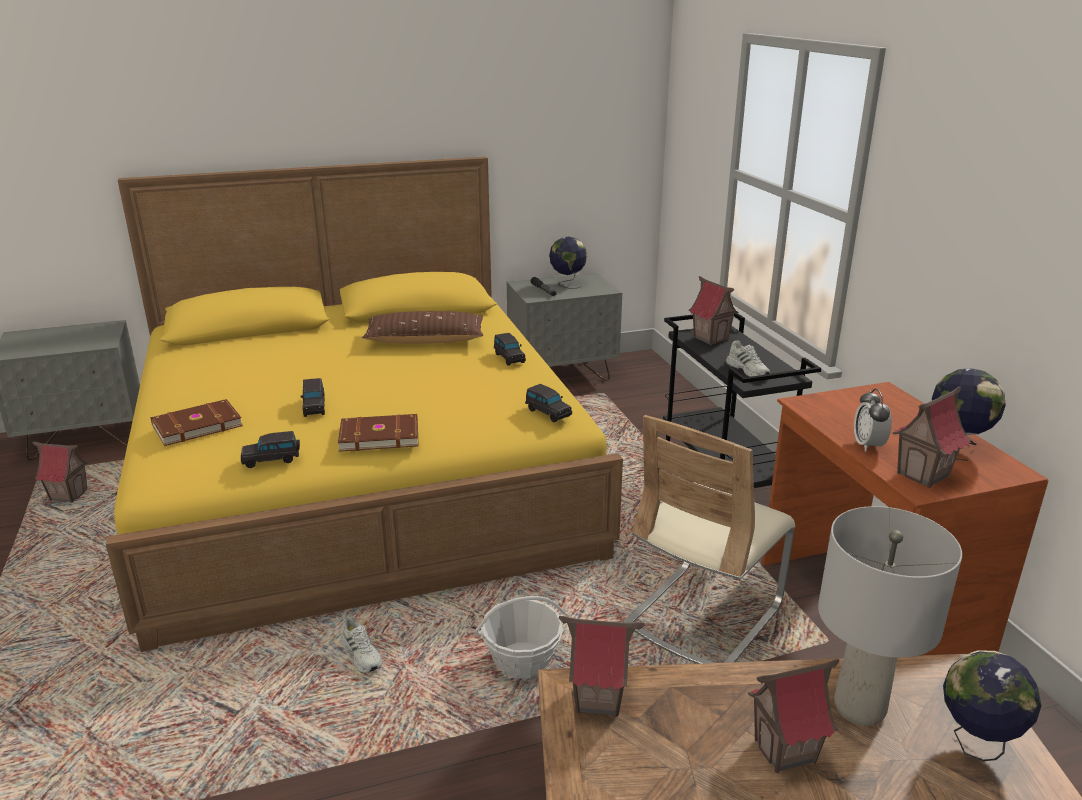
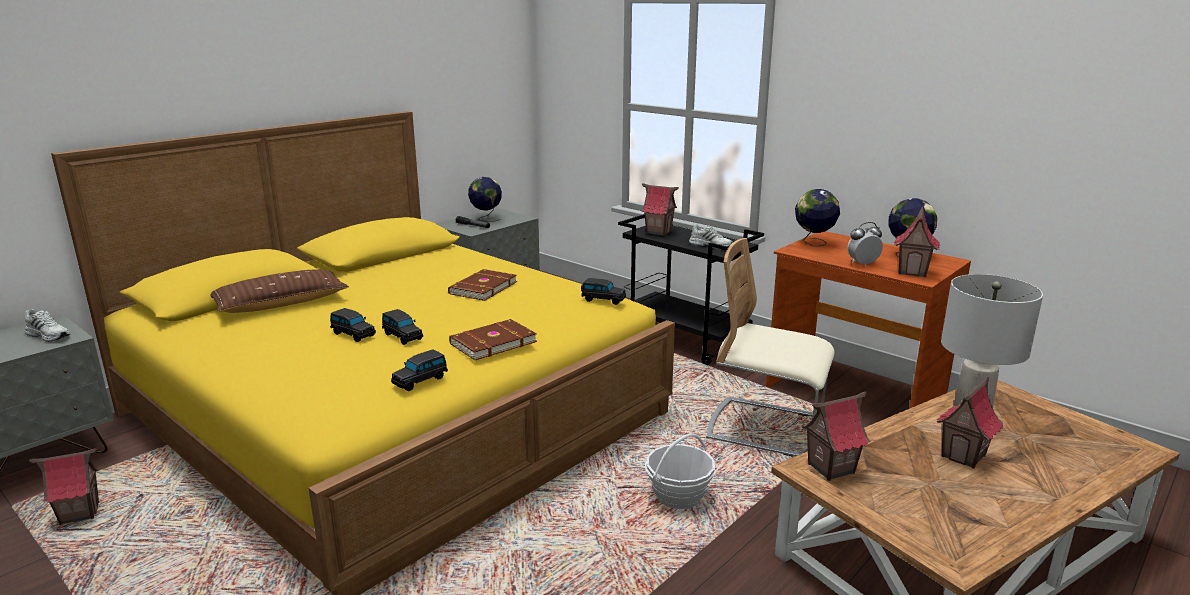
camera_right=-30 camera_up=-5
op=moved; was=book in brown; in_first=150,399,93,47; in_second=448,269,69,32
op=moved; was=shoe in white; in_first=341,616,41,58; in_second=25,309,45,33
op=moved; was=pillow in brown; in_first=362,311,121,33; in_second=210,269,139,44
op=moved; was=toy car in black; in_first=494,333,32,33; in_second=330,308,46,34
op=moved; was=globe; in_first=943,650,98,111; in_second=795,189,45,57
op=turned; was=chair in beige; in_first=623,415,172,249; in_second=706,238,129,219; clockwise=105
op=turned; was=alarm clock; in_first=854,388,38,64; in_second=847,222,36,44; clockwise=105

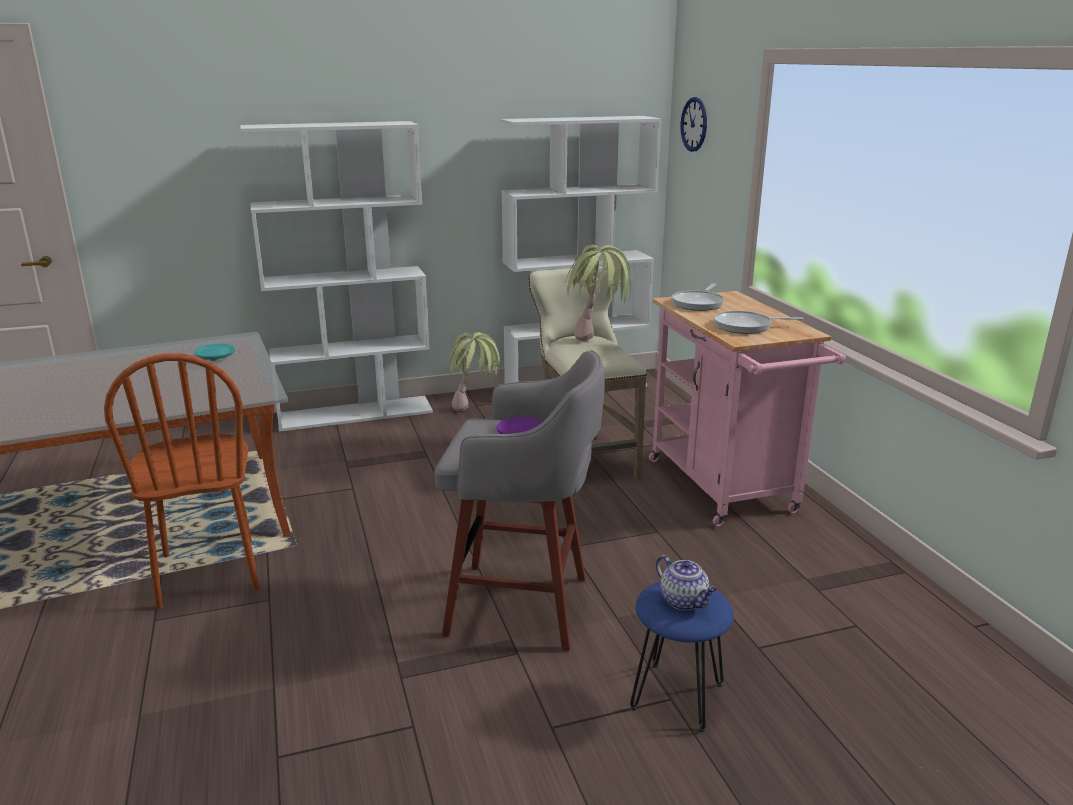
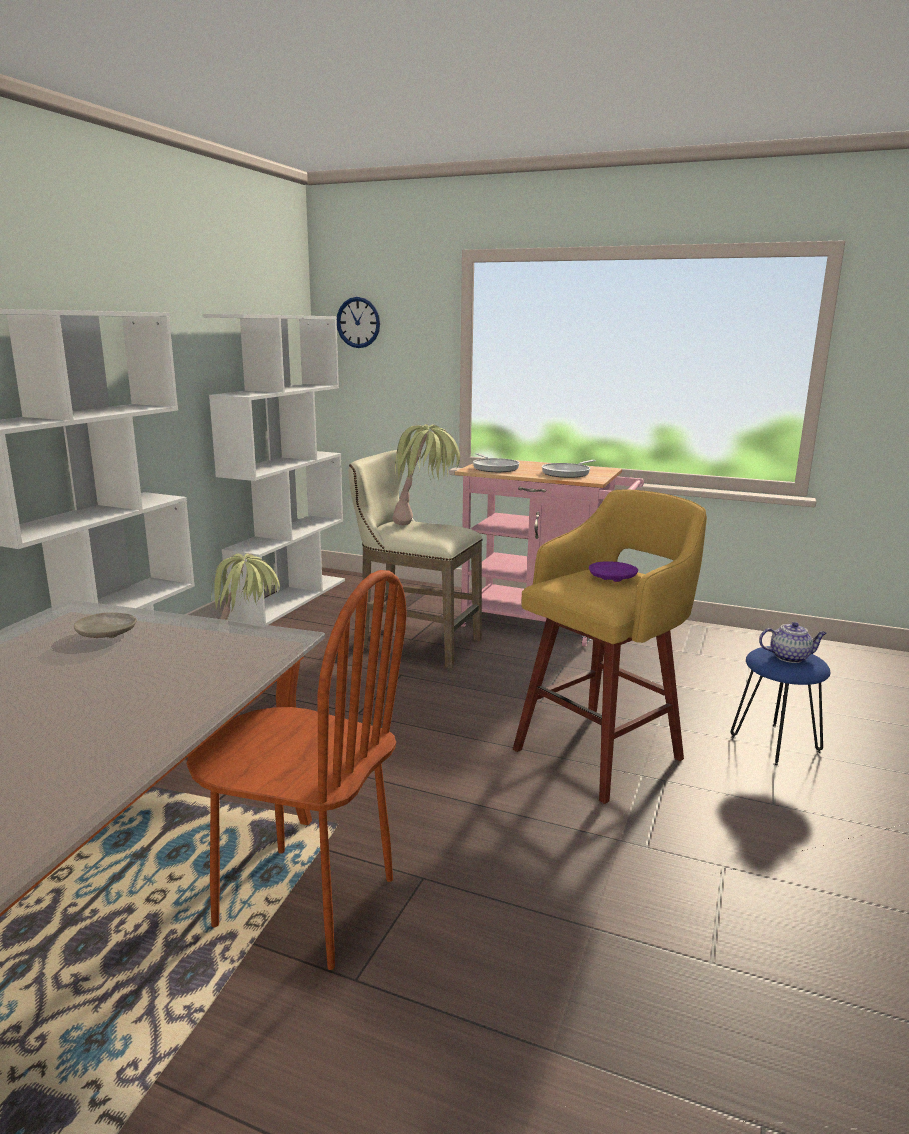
camera_right=-50 camera_up=-5
op=recoloured; was=plate in turquoise; now=plate in beige; in_first=194,344,41,17; in_second=74,612,63,26
op=recoloured; was=stool in grey; now=stool in yellow; in_first=434,350,171,301; in_second=513,490,194,314

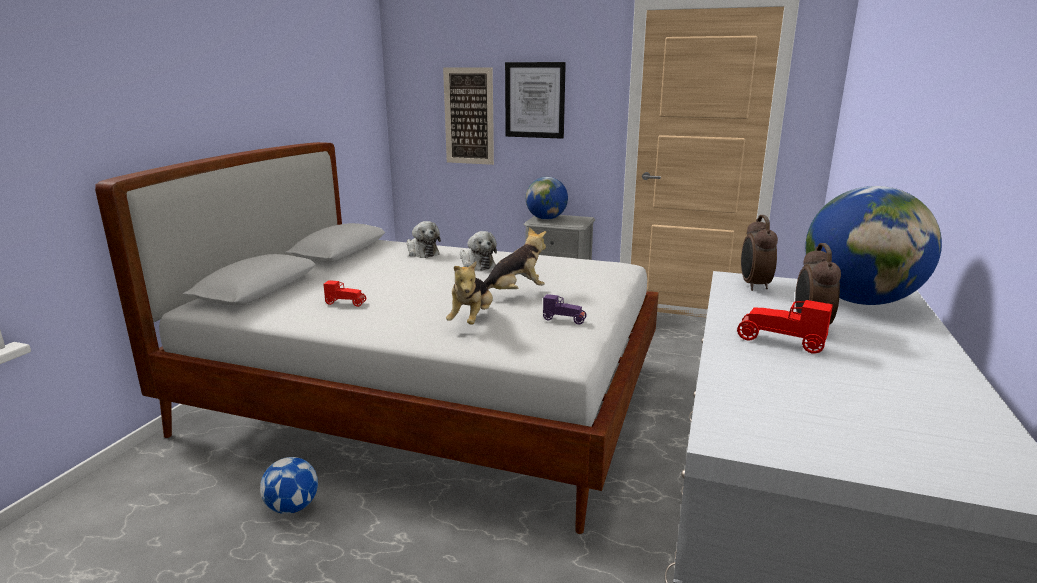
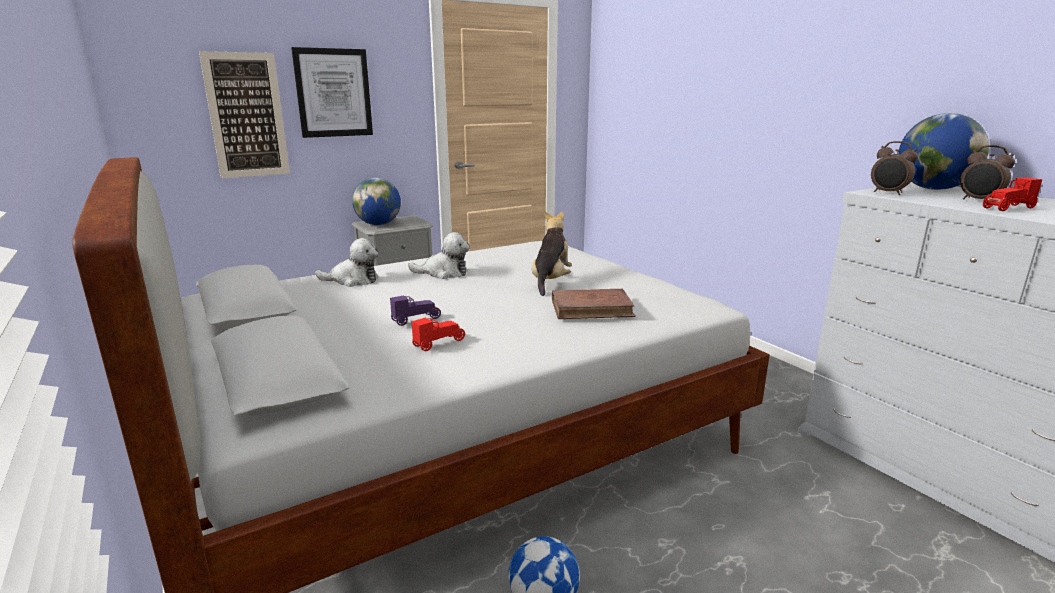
camera_right=-50 camera_up=0
op=moved; was=toy car in purple; in_first=543,294,44,31; in_second=390,295,51,31
op=replaced; was=plush toy; now=book in brown; in_first=446,261,47,64; in_second=552,289,84,30

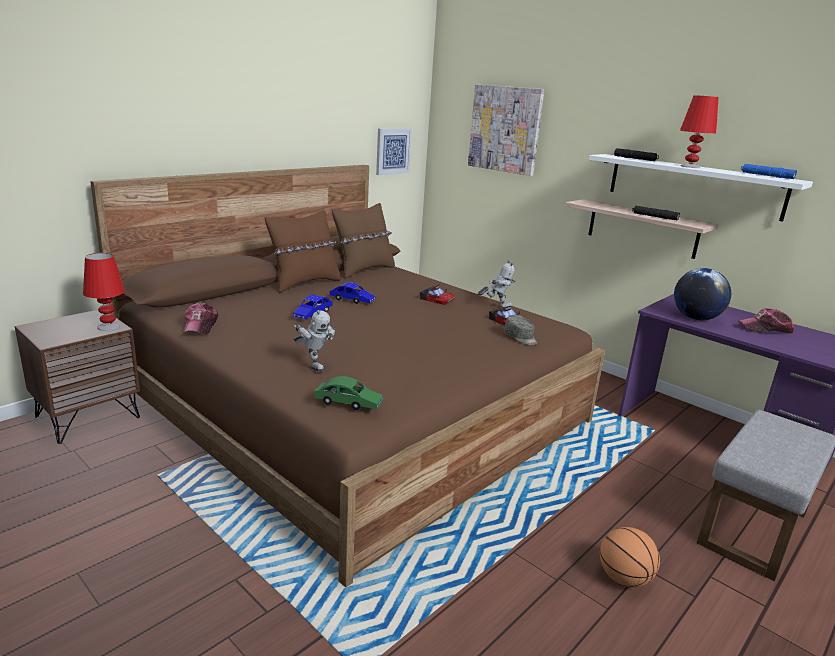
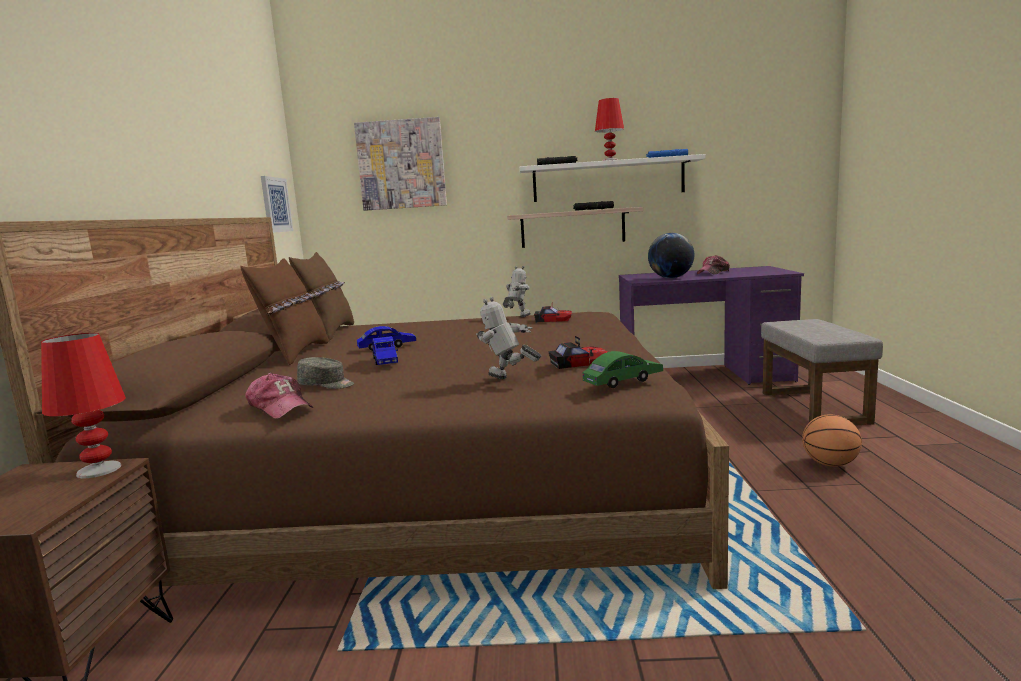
camera_right=-40 camera_up=-10
op=moved; was=toy car; in_first=420,284,36,21; in_second=548,336,60,33
op=moved; was=cap in grey; in_first=504,315,33,30; in_second=297,357,57,32
op=turned; was=toy robot; in_first=293,308,42,64; in_second=476,297,65,82; clockwise=-150

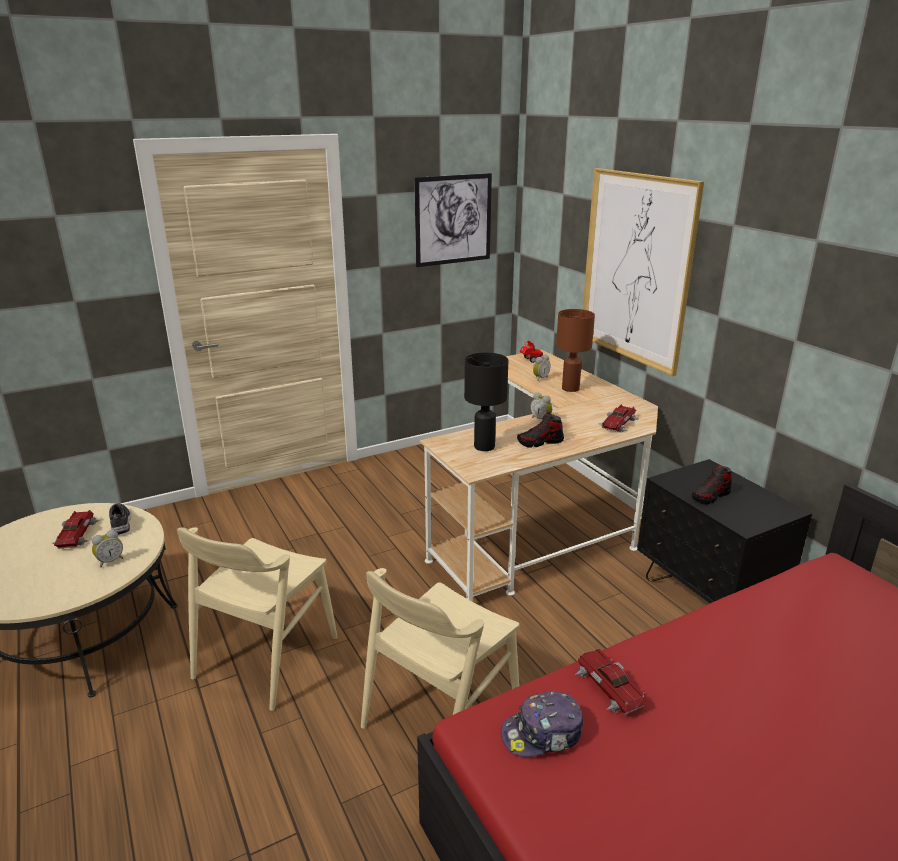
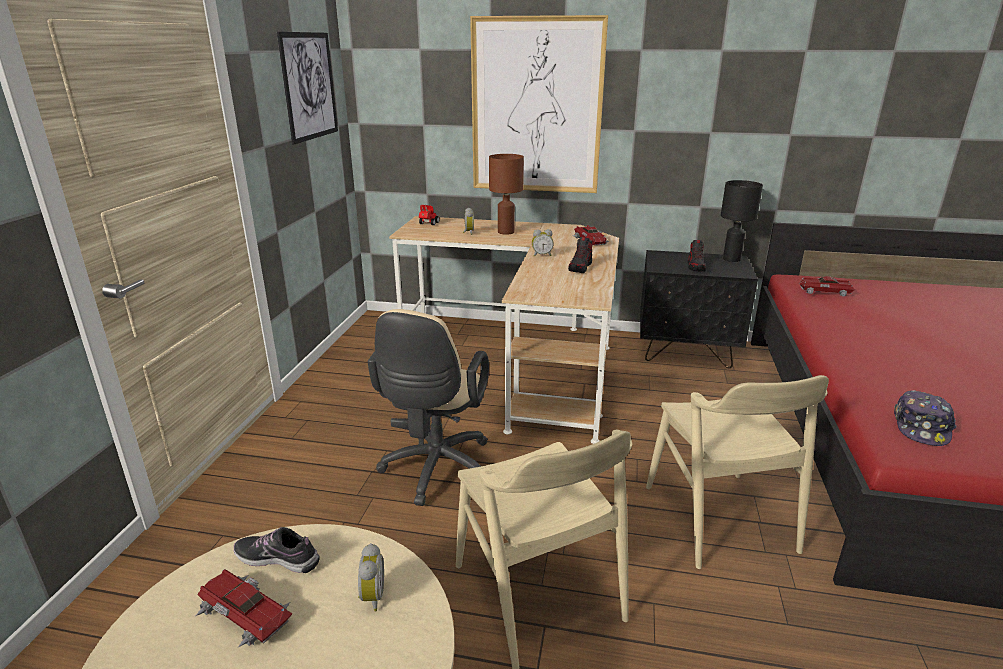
camera_right=-50 camera_up=0
op=added; now=office chair in beige; in_second=368,309,121,197
op=moved; was=table lamp in black; in_first=464,352,44,99; in_second=721,180,42,82
op=moved; was=toy car; in_first=575,648,74,67; in_second=799,276,56,20

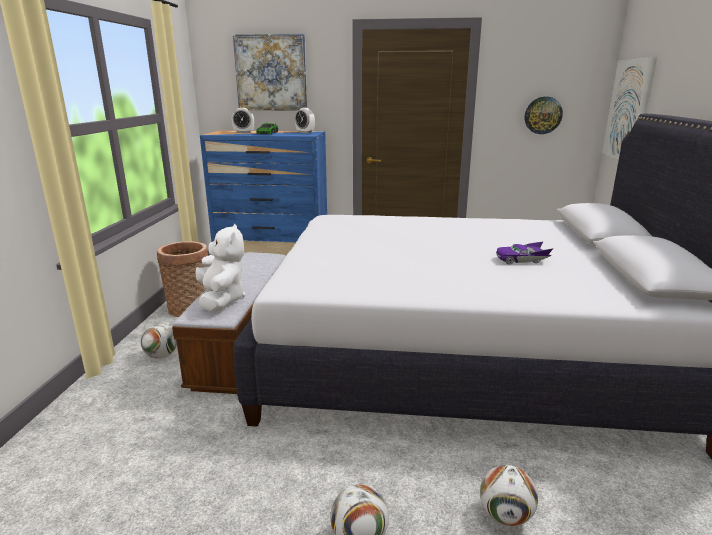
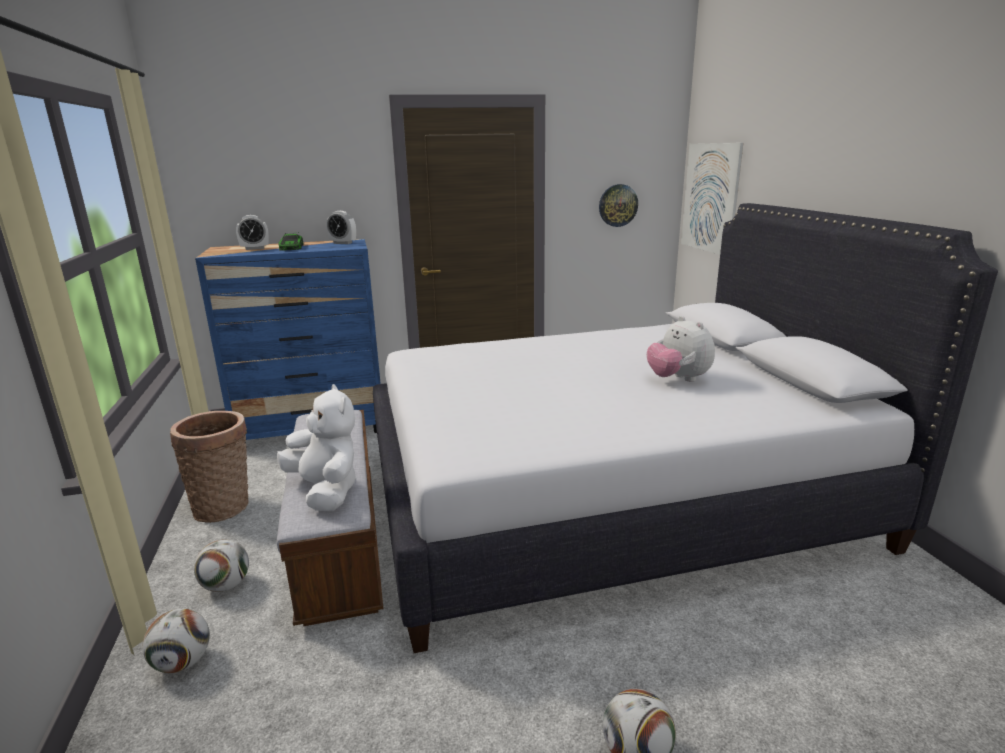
camera_right=-20 camera_up=0
op=removed; was=picture; in_first=233,33,74,77
op=moved; was=football; in_first=480,465,58,61; in_second=142,609,68,64
op=replaced; was=toy car in purple; now=plush toy; in_first=496,242,58,22; in_second=647,316,68,66

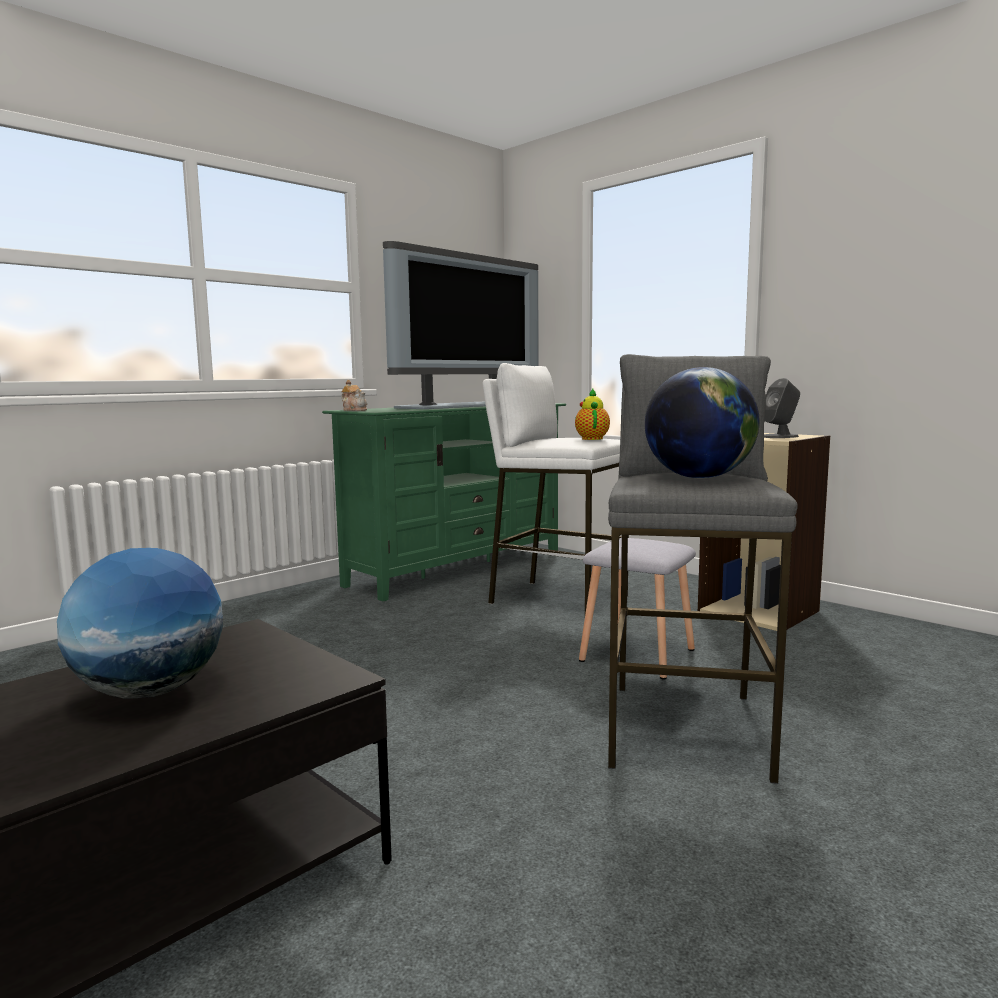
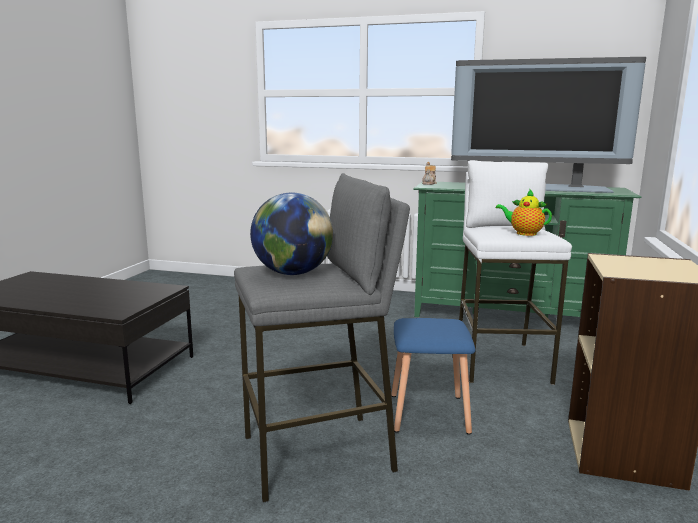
camera_right=60 camera_up=5
op=removed; was=globe; in_first=57,548,166,151
op=removed; was=speaker in grey; in_first=764,378,36,60
op=recoloured; was=stool in grey; now=stool in blue; in_first=579,538,117,142; in_second=391,318,85,117
op=turned; was=teapot; in_first=575,389,35,51; in_second=496,190,56,46; clockwise=-120

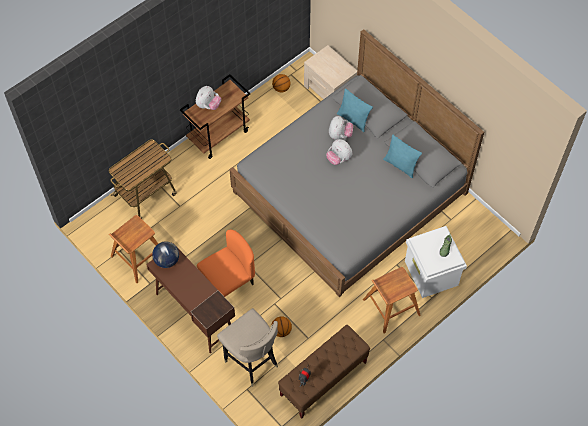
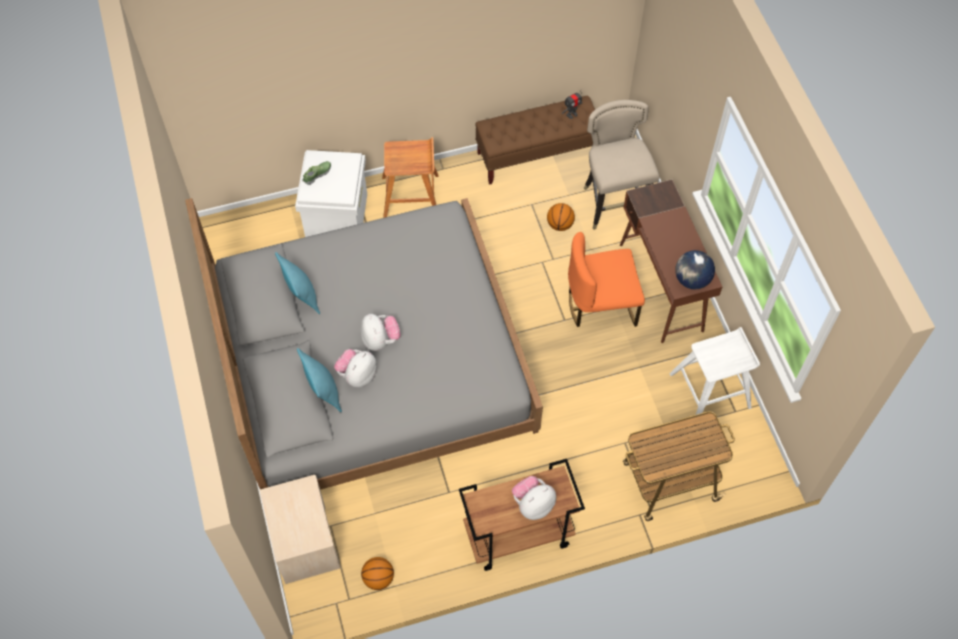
camera_right=-155 camera_up=0
op=recoloured; was=stool in brown; now=stool in white; in_first=109,215,49,68; in_second=669,327,91,88

